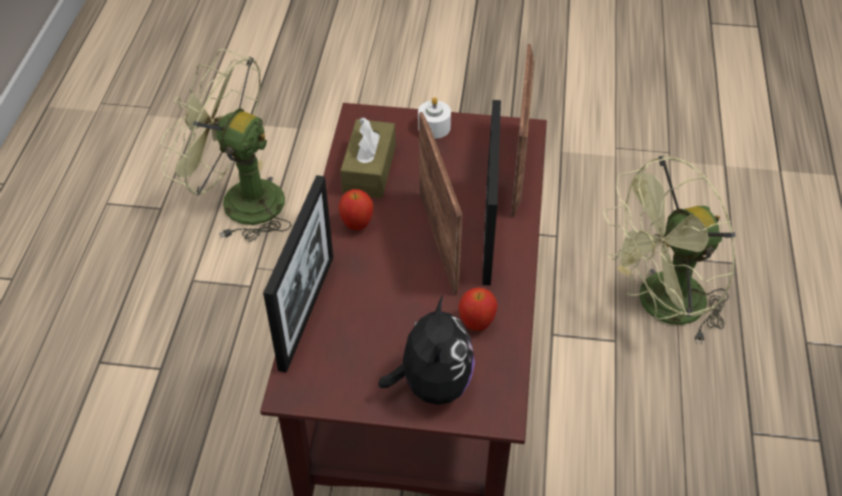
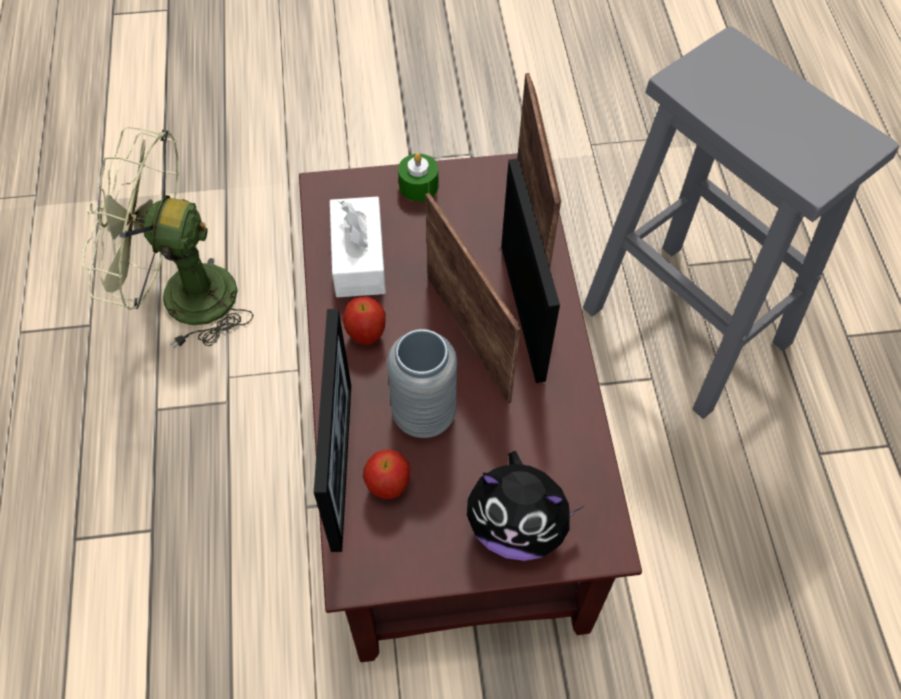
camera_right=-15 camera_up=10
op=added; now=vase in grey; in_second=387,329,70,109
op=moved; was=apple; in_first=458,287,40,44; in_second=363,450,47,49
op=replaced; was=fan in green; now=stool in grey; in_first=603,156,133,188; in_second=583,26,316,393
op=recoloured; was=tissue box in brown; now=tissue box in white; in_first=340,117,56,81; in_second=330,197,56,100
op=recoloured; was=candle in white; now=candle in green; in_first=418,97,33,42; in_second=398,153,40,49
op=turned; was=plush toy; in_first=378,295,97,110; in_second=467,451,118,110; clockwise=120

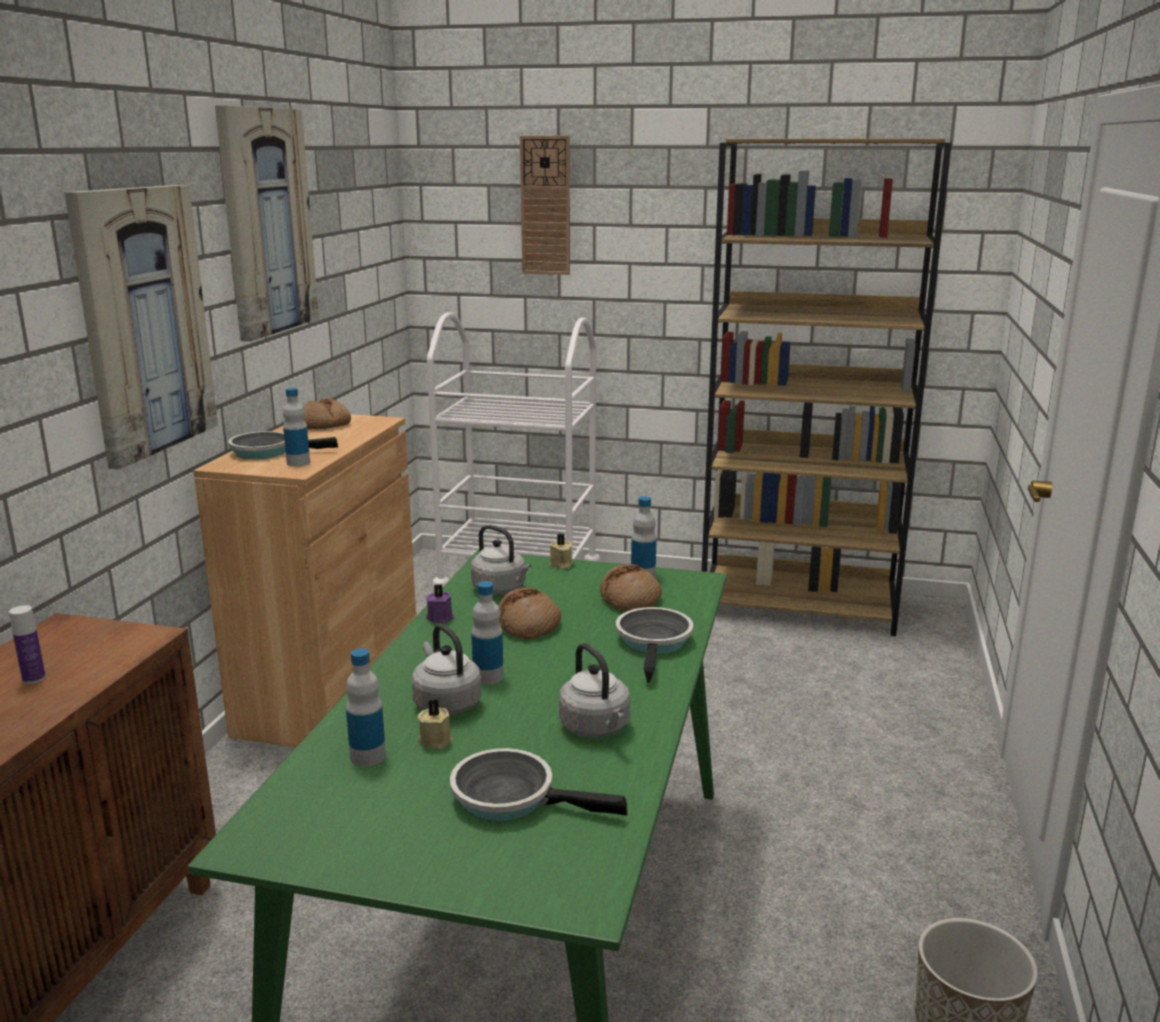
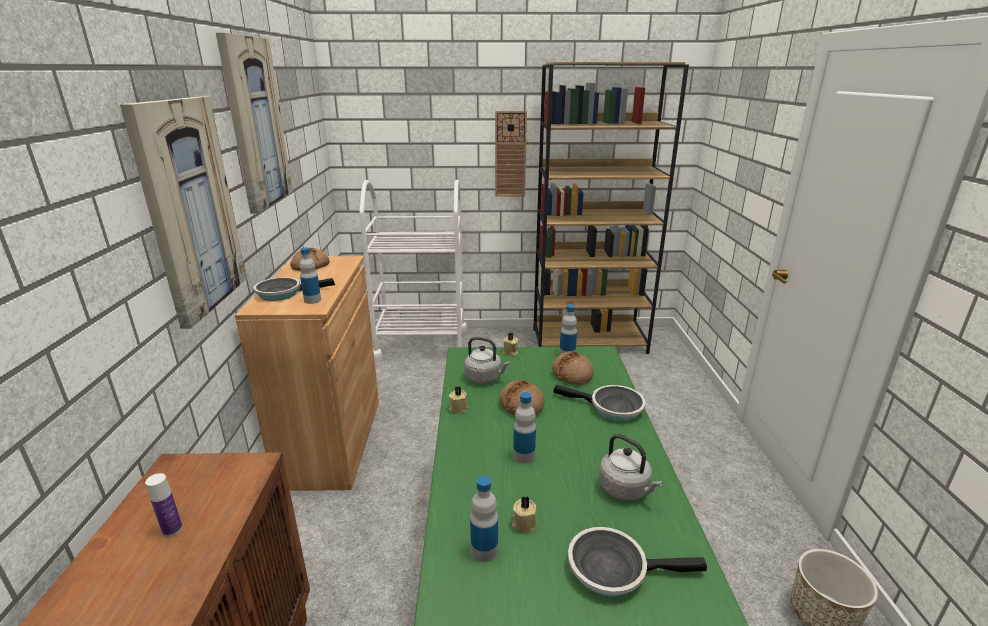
camera_right=-15 camera_up=5
op=removed; was=kettle in grey; in_first=412,624,70,92
op=moved; was=wall clock; in_first=520,136,50,139; in_second=495,111,32,86
op=recoloured; was=candle in purple; now=candle in beige; in_first=426,584,28,39; in_second=449,386,19,27
op=turned; was=frying pan; in_first=616,607,78,76; in_second=553,385,93,36; clockwise=120

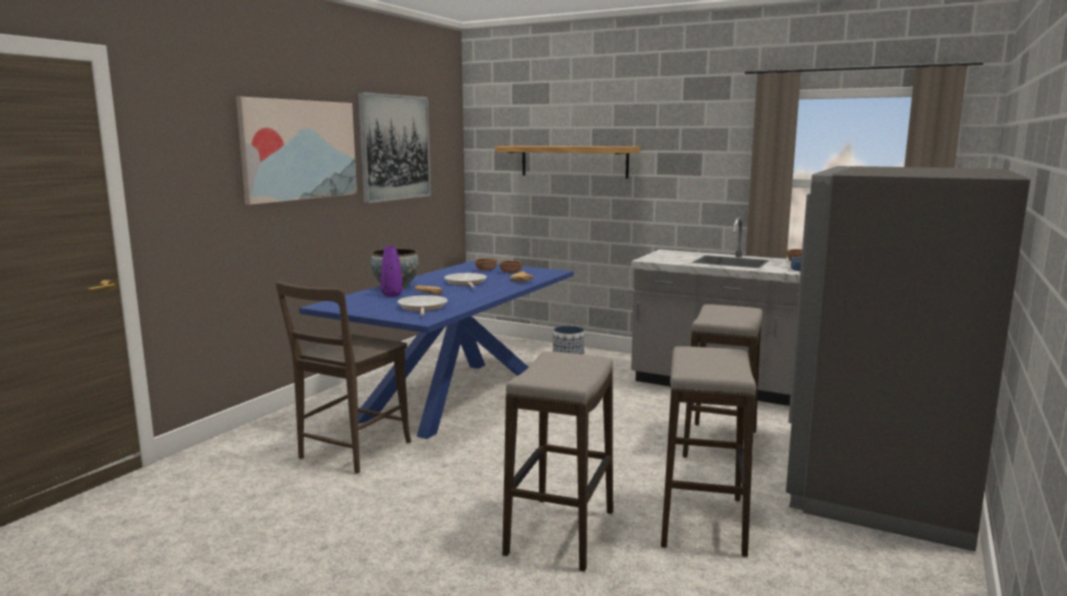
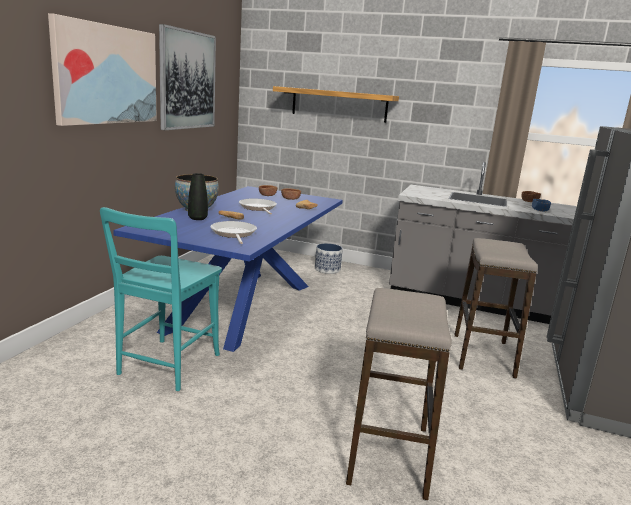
camera_right=-10 camera_up=5
op=removed; was=stool; in_first=661,346,95,211
op=recoloured; was=chair in brown; now=chair in turquoise; in_first=276,281,135,193; in_second=100,207,122,184
op=recoloured; was=vase in purple; now=vase in black; in_first=381,246,22,51; in_second=188,173,20,47

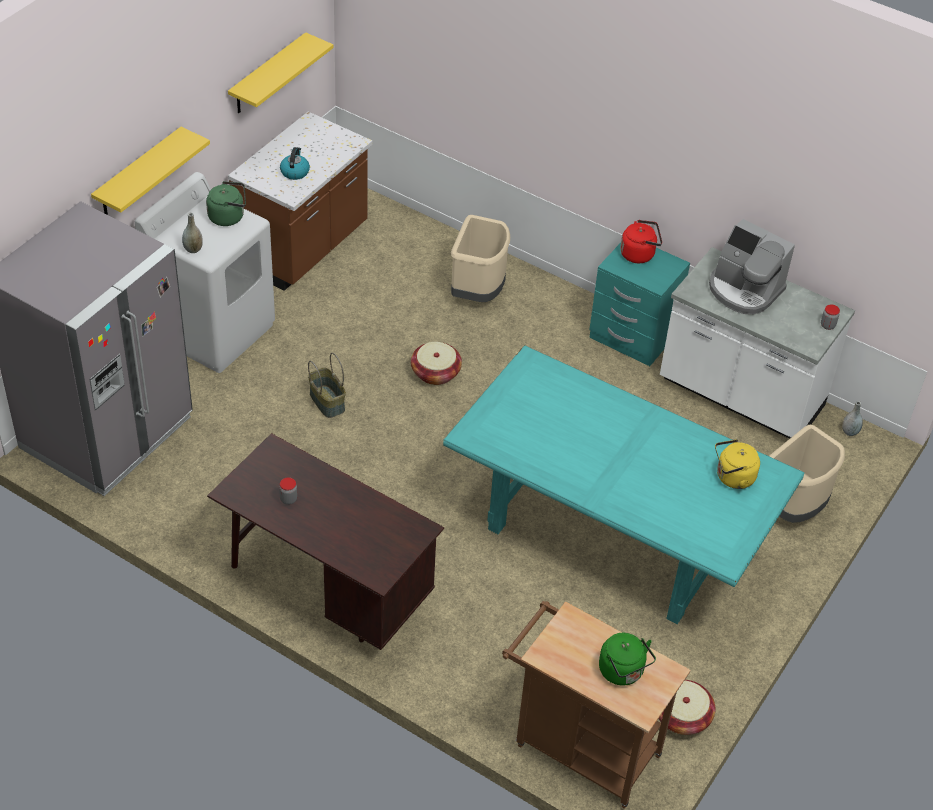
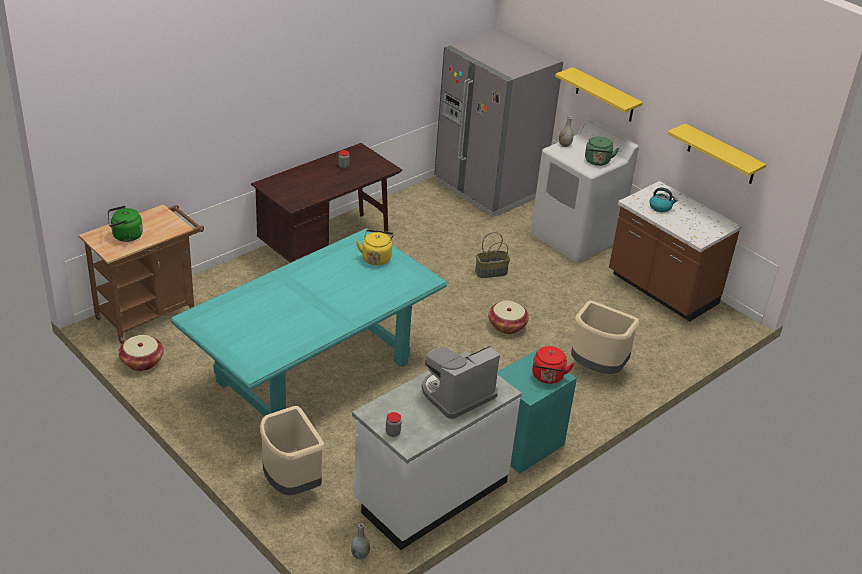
camera_right=105 camera_up=-10
op=moved; was=kettle in yellow; in_first=715,439,45,50; in_second=356,229,38,36

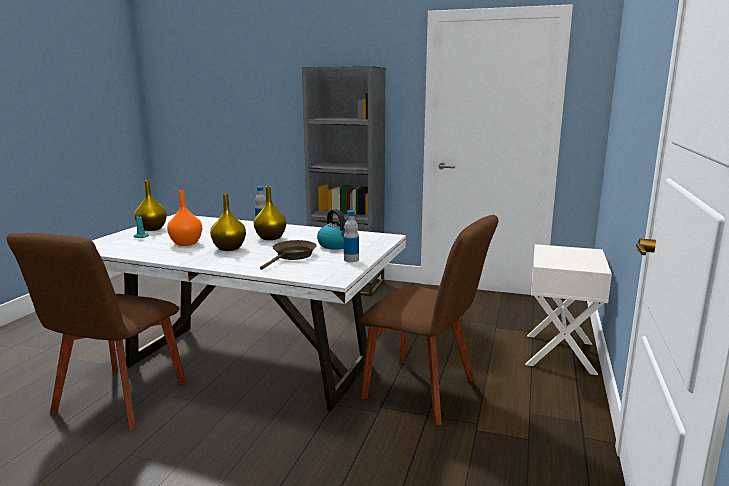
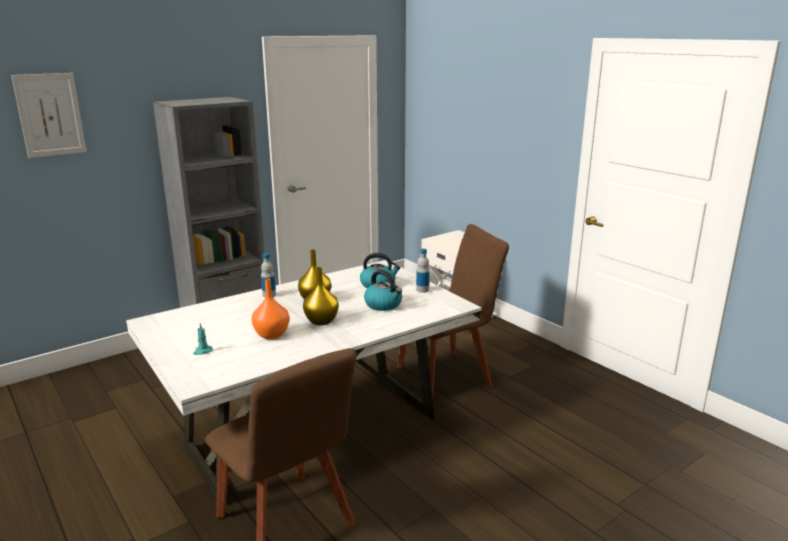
camera_right=-55 camera_up=5
op=removed; was=vase in yellow; in_first=134,180,33,51
op=added; now=picture; in_second=11,73,75,85
op=replaced; was=frying pan in brown; now=kettle; in_first=260,240,57,30; in_second=364,270,38,41

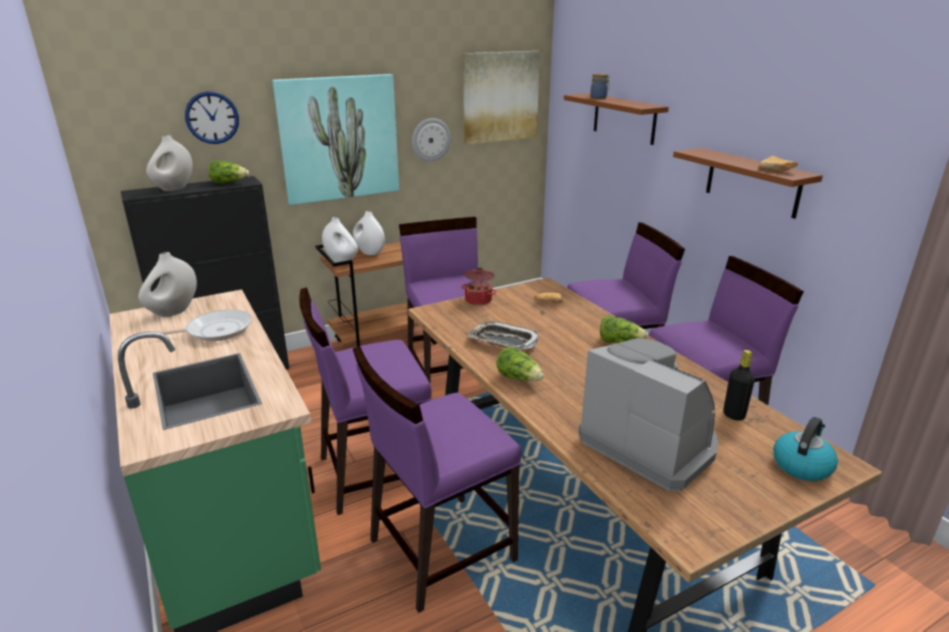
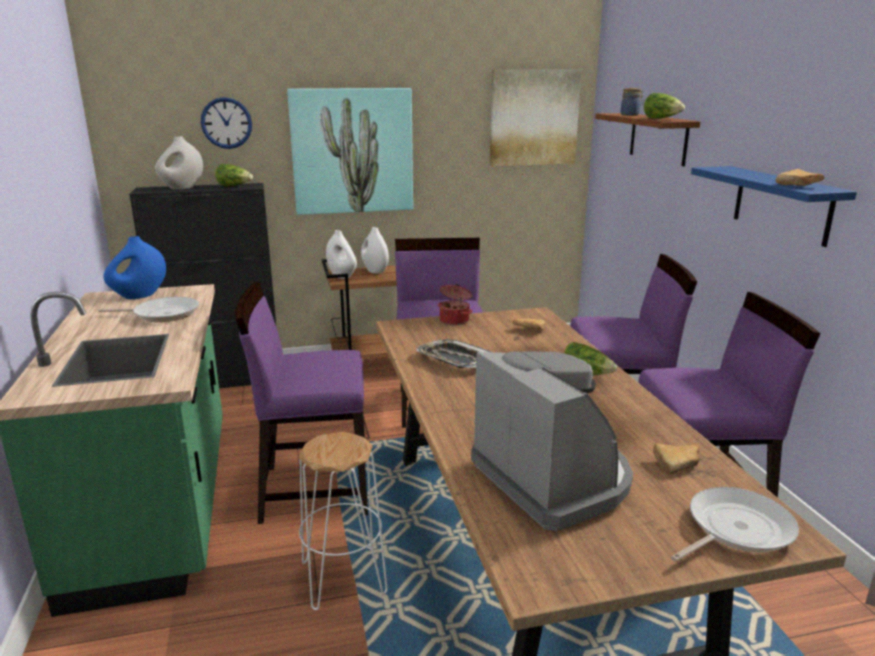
camera_right=15 camera_up=-5
op=removed; was=wall clock; in_first=412,118,39,44
op=moved; was=lettuce; in_first=497,347,47,34; in_second=644,93,41,26
op=replaced; was=chair in purple; now=stool in white; in_first=353,346,169,267; in_second=299,432,89,178
op=replaced; was=bottle in black; now=bread; in_first=723,350,32,71; in_second=653,443,47,31
op=replaced; was=kettle; now=frying pan; in_first=773,417,65,64; in_second=671,487,128,75
op=recoloured; was=vase in white; now=vase in blue; in_first=138,252,59,65; in_second=104,236,62,63
op=recoloured; was=shelf in brown; now=shelf in blue; in_first=673,148,150,71; in_second=691,166,166,81

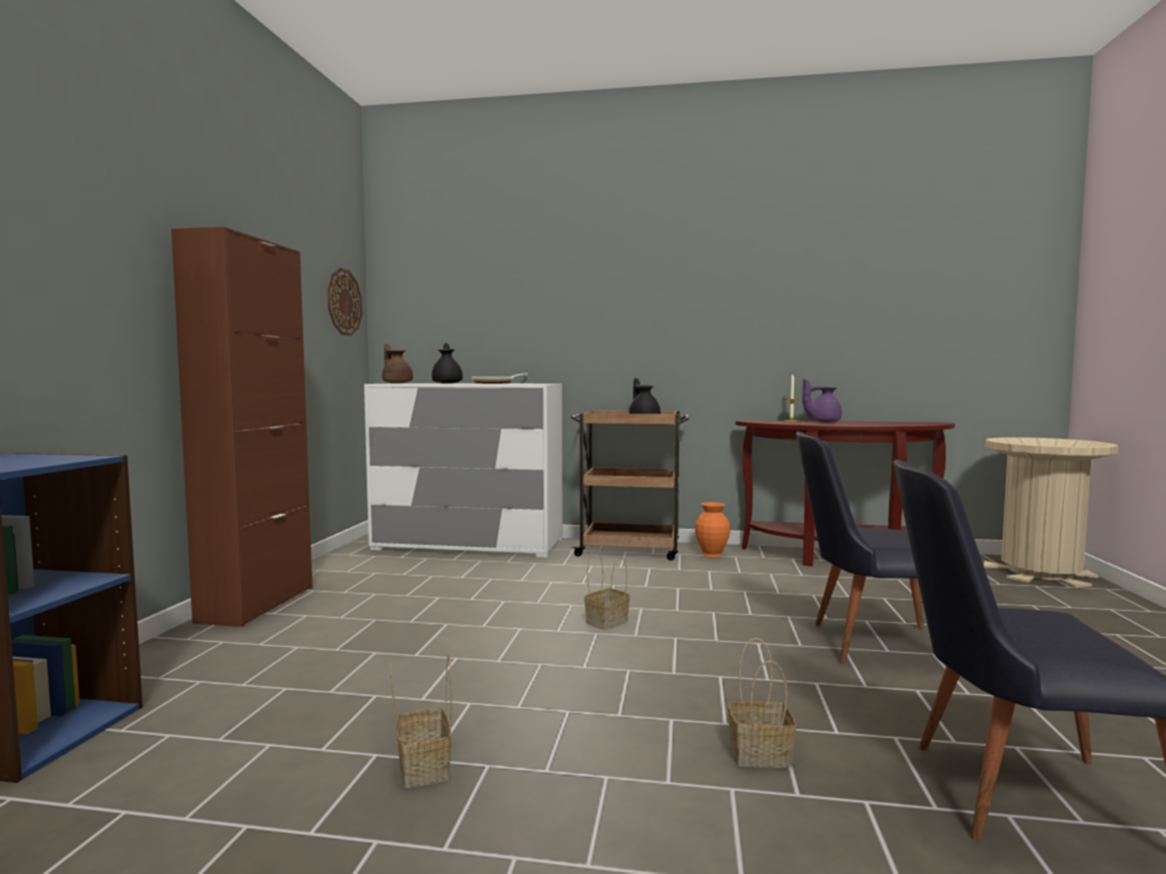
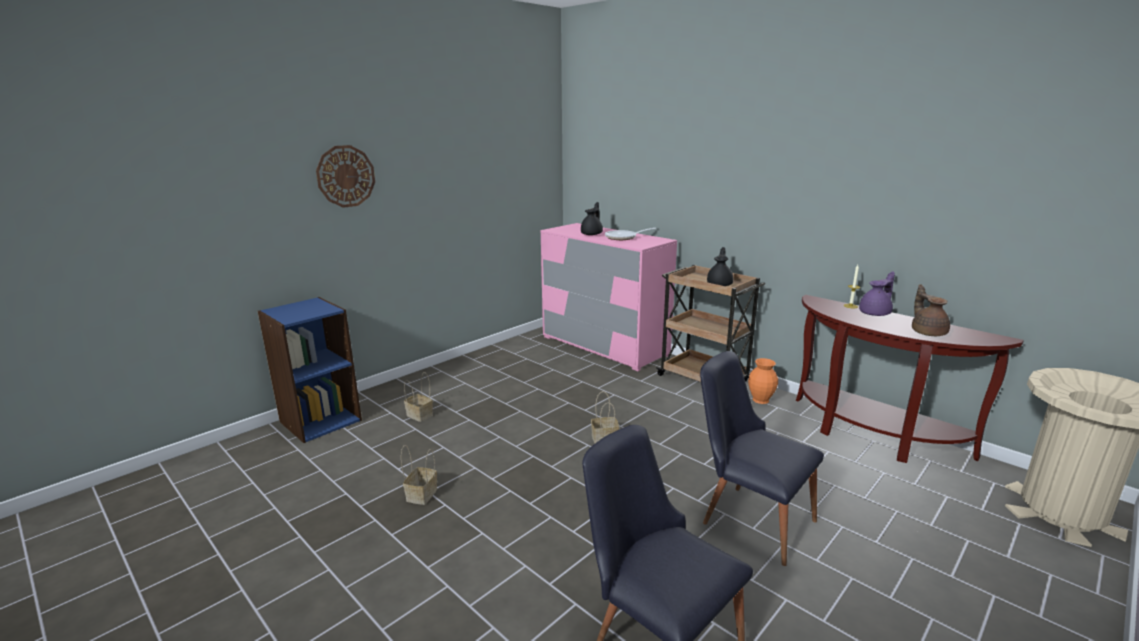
camera_right=35 camera_up=15
op=removed; was=cabinet in brown; in_first=171,227,141,400
op=moved; was=wall clock; in_first=327,268,35,68; in_second=316,145,59,63
op=moved; was=teapot in brown; in_first=382,343,31,40; in_second=912,284,38,52
op=moved; was=basket; in_first=728,638,68,130; in_second=404,372,29,50
op=recoloured; was=dresser in white; now=dresser in pink; in_first=364,383,198,175; in_second=541,223,136,148
op=turned; was=teapot in purple; in_first=802,379,40,43; in_second=859,271,36,45; clockwise=120

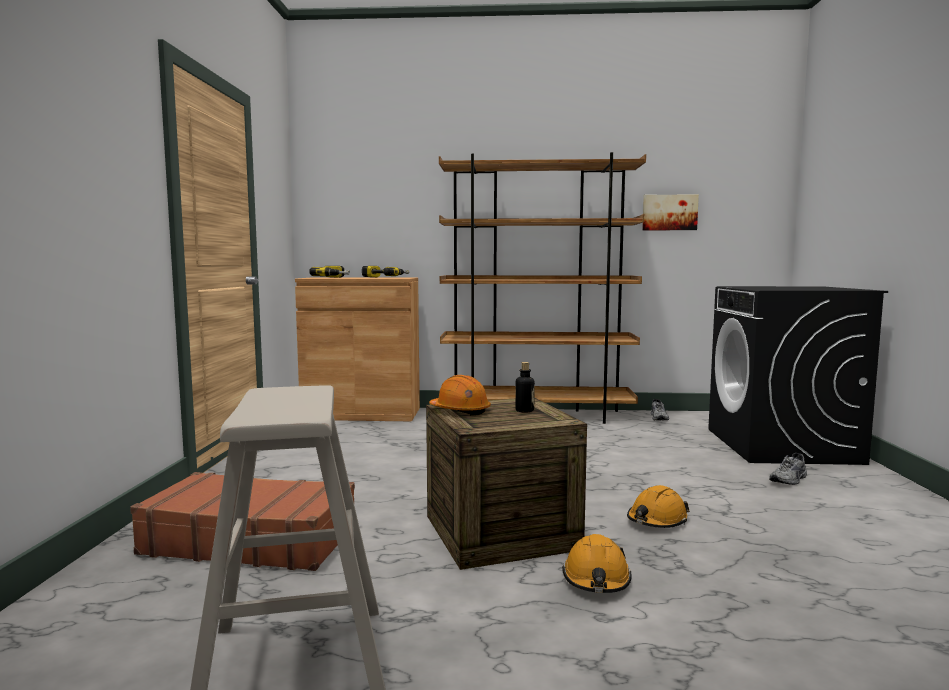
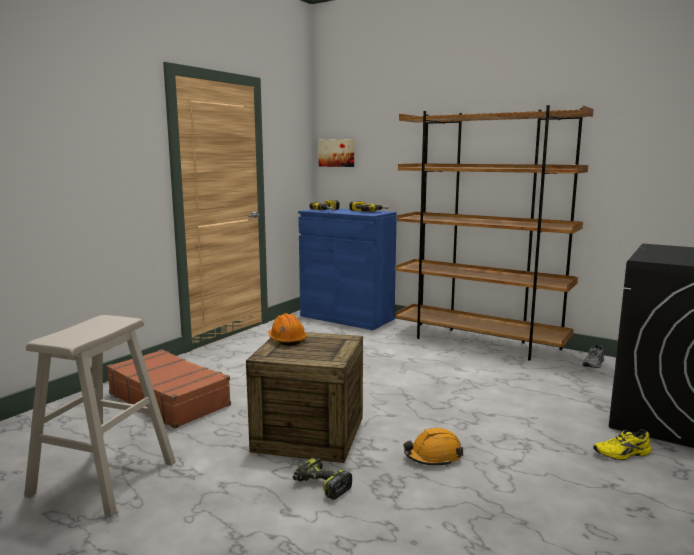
camera_right=30 camera_up=5
op=removed; was=bottle; in_first=515,362,20,51
op=moved; was=picture; in_first=642,194,57,36; in_second=318,139,36,28
op=replaced; was=hard hat in orange; now=power drill; in_first=562,534,70,59; in_second=293,457,59,43
op=recoloured; was=cabinet in brown; now=cabinet in blue; in_first=295,277,125,144; in_second=298,209,99,121
op=recoloured; was=shoe in grey; now=shoe in yellow; in_first=769,453,38,32; in_second=593,429,58,31

